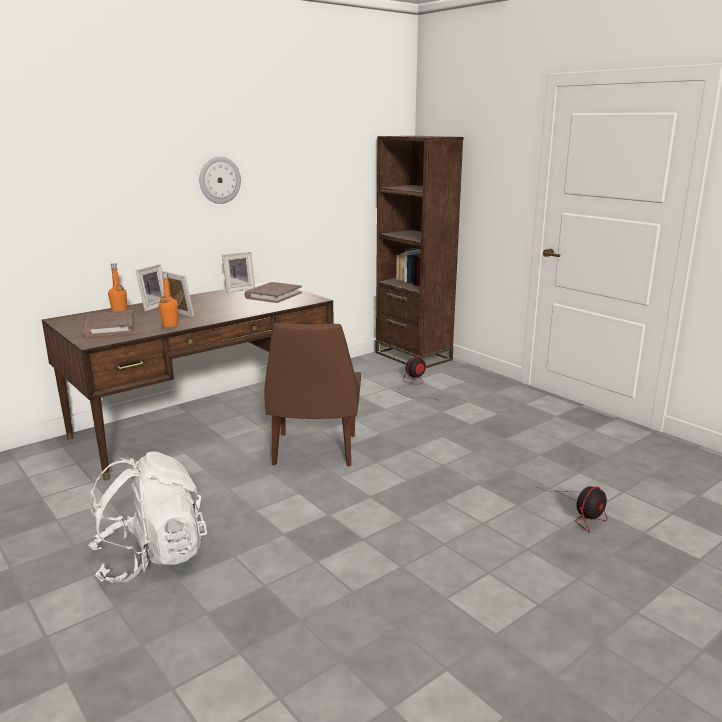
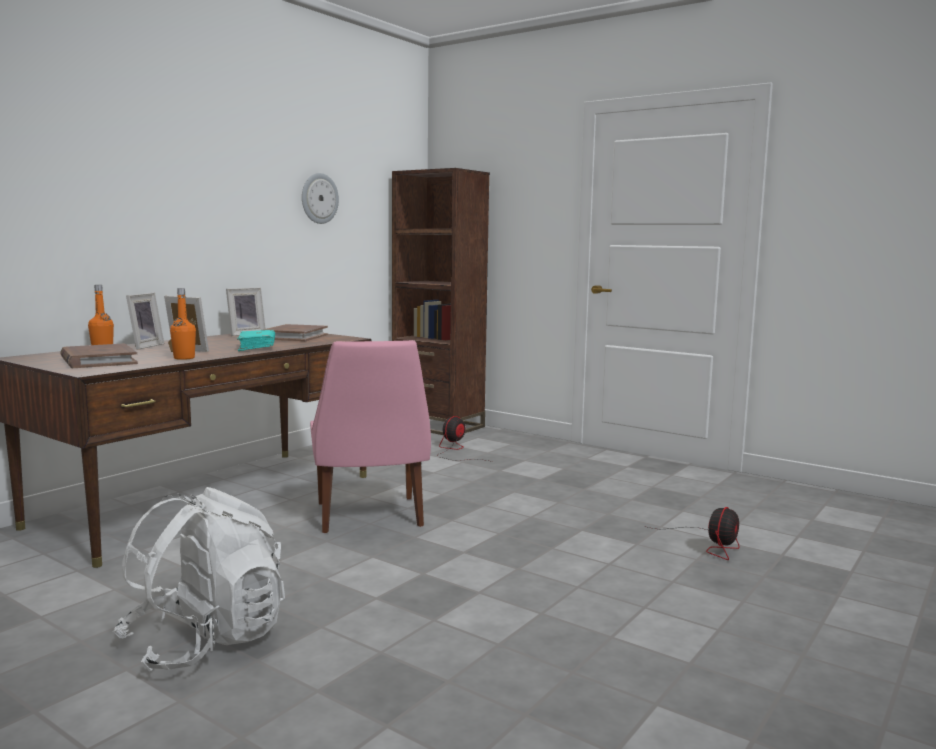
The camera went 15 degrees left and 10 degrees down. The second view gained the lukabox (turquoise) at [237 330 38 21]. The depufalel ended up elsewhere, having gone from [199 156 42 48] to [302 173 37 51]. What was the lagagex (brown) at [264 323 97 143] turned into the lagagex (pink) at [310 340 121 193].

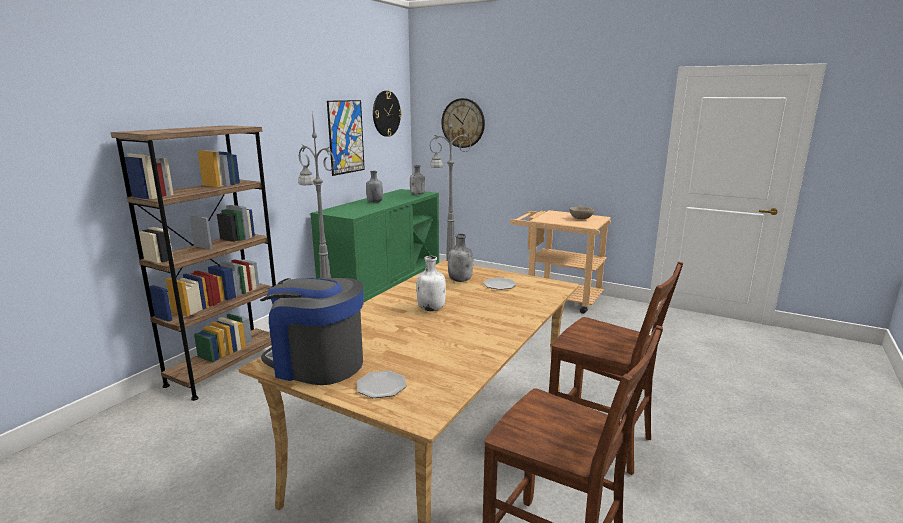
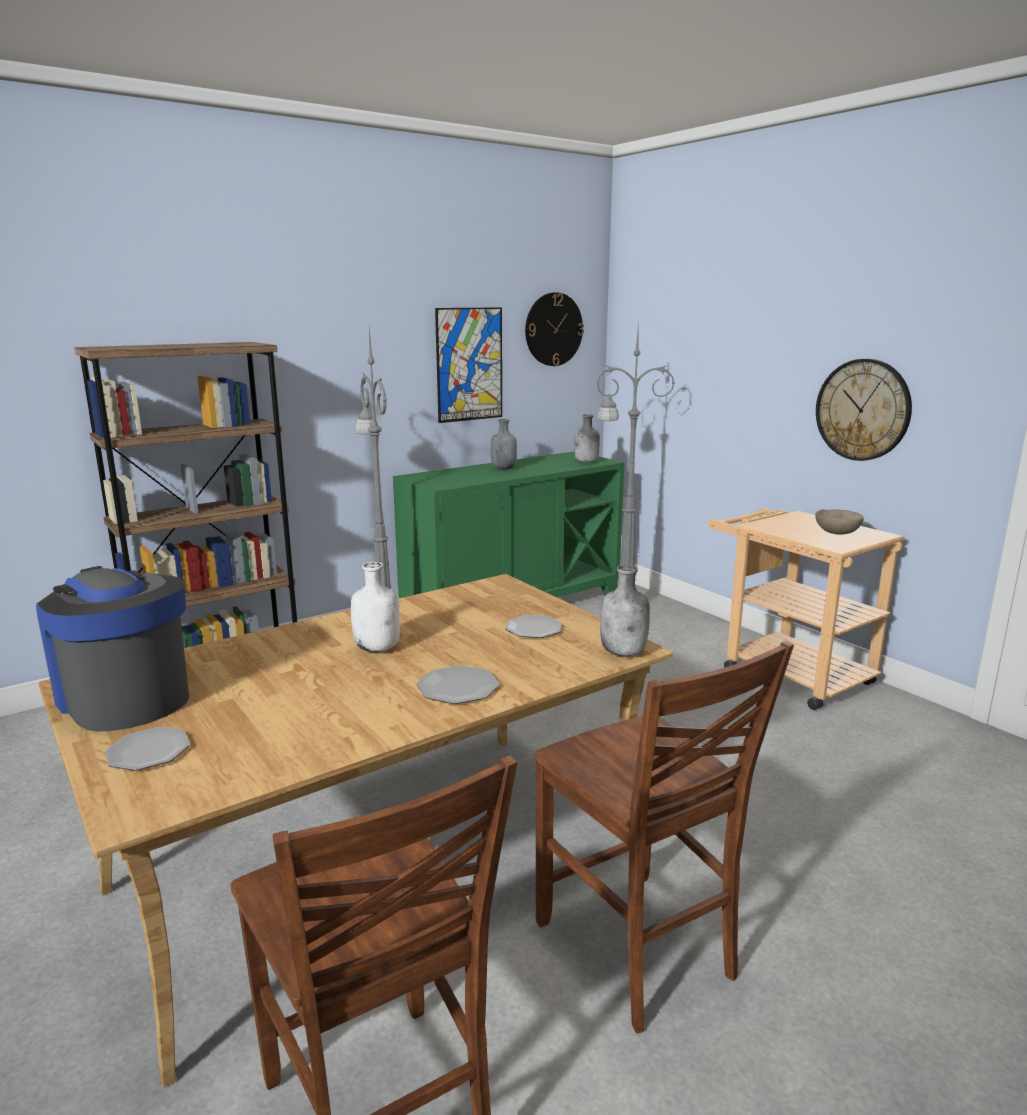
The camera went 25 degrees right and 0 degrees up. The second view gained the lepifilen at [417 665 82 39]. The depufalel ended up elsewhere, having gone from [441 98 44 50] to [816 359 96 102]. The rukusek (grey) ended up elsewhere, having gone from [448 234 25 48] to [600 565 50 91].

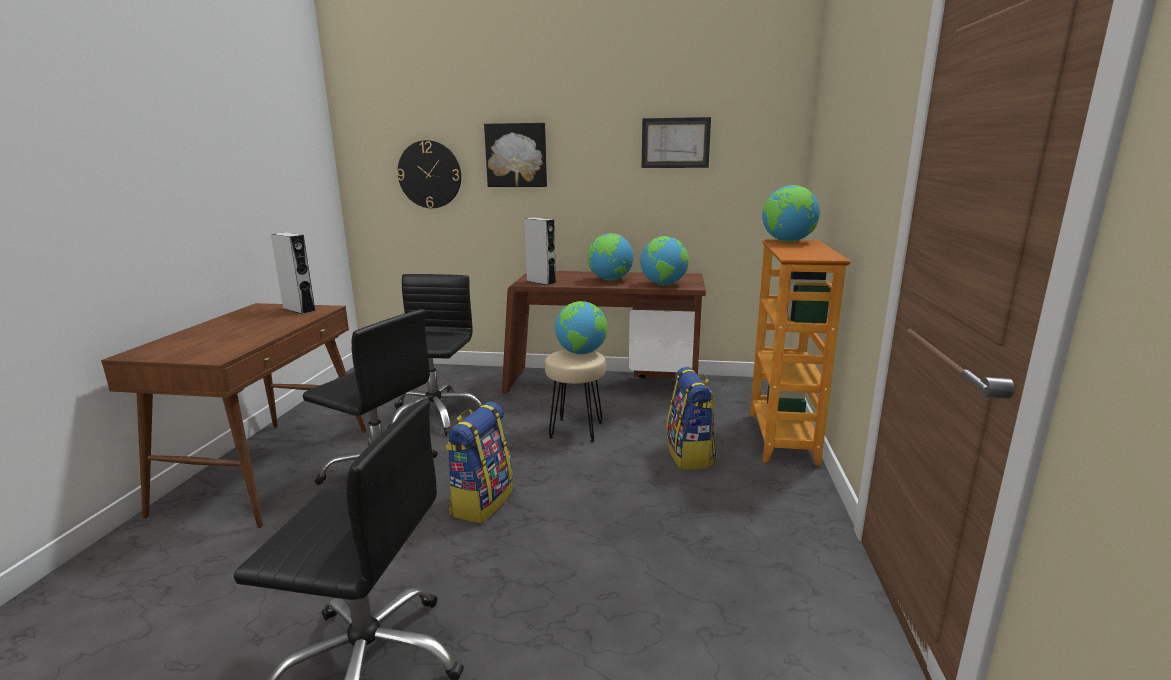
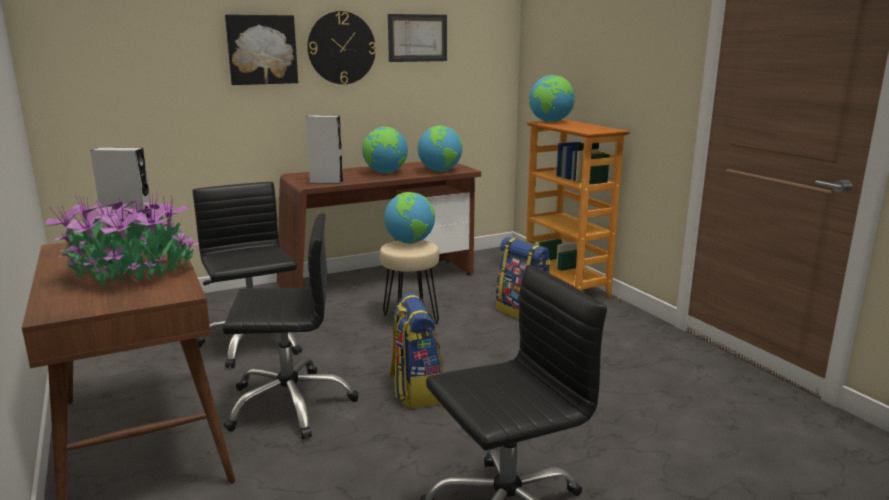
The camera went 35 degrees left and 0 degrees up. The second view gained the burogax at [44 190 155 97]. The depufalel ended up elsewhere, having gone from [397 140 64 68] to [307 11 69 73].

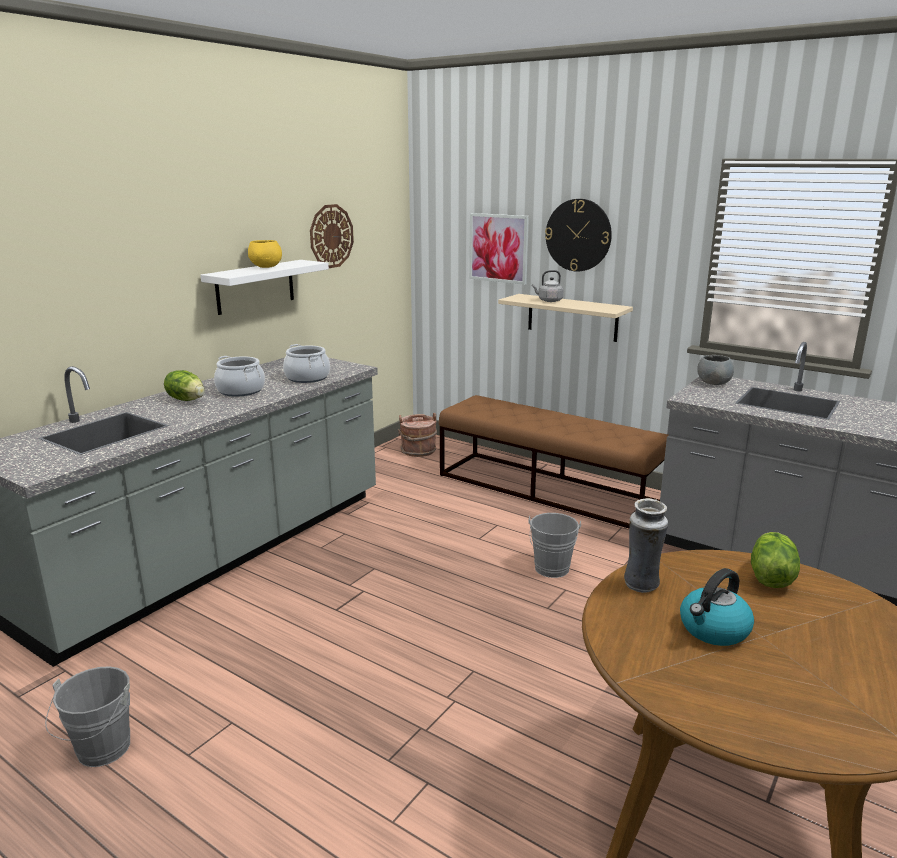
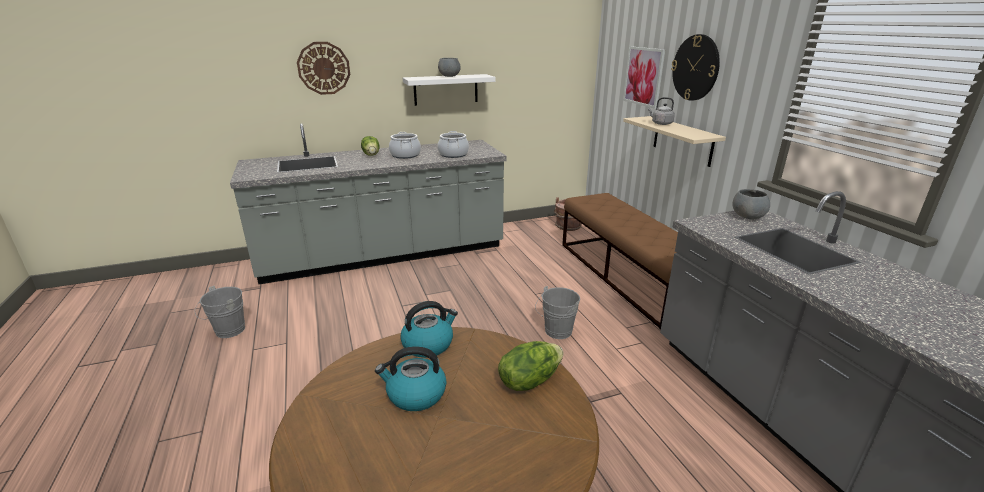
The camera went 35 degrees right and 5 degrees up. The depufalel ended up elsewhere, having gone from [310 204 44 64] to [297 42 53 53]. Where the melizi stood at [624 498 44 95], the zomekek came to stand at [400 301 58 57]. What was the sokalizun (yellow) at [248 240 34 28] turned into the sokalizun (grey) at [438 58 23 19].

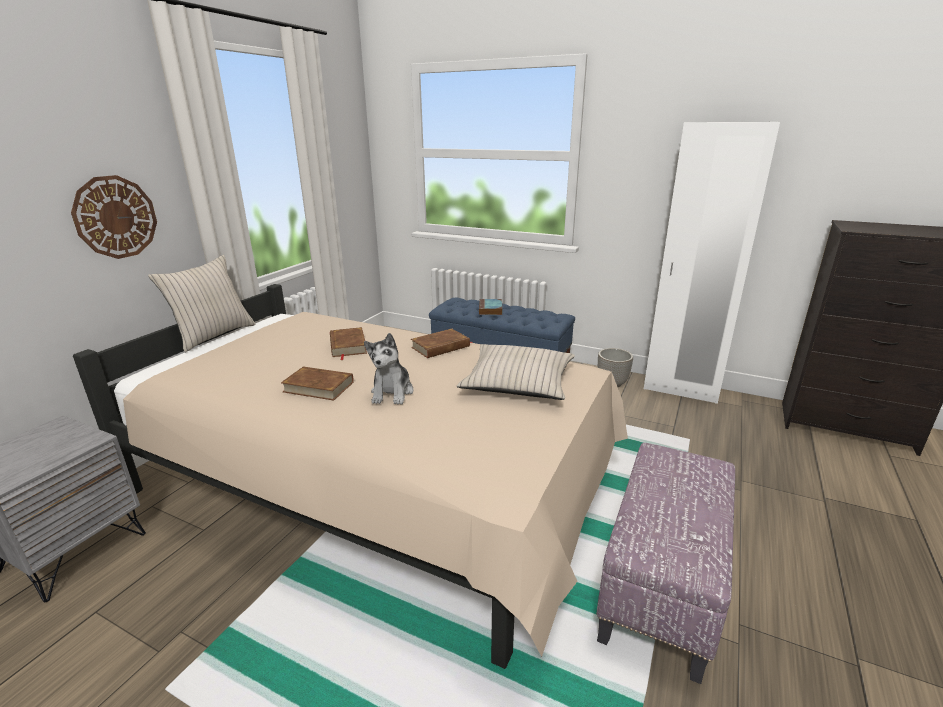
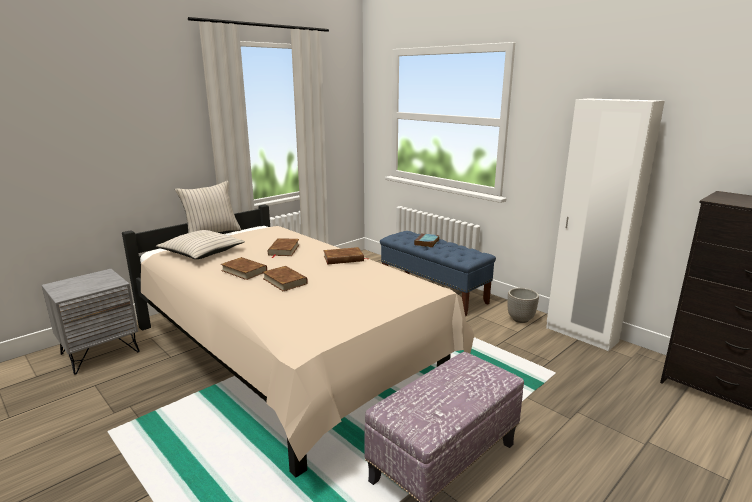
The camera went 20 degrees right and 5 degrees down. The second view lost the depufalel at [71 175 86 84]. The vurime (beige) ended up elsewhere, having gone from [457 344 118 56] to [156 230 89 29]. Where the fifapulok stood at [364 333 49 72], the lukabox (brown) came to stand at [263 266 45 25].

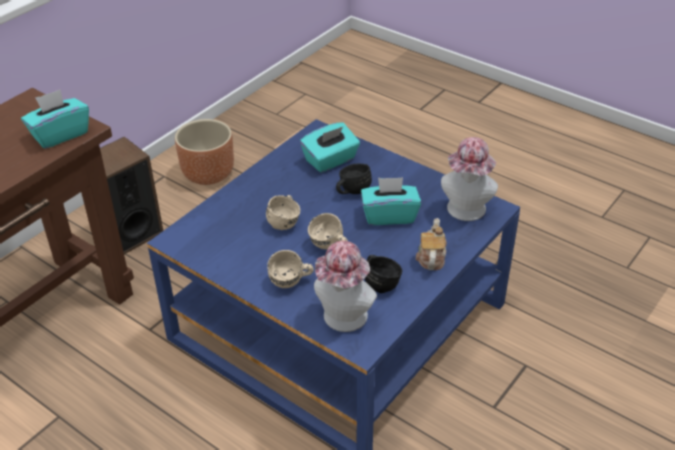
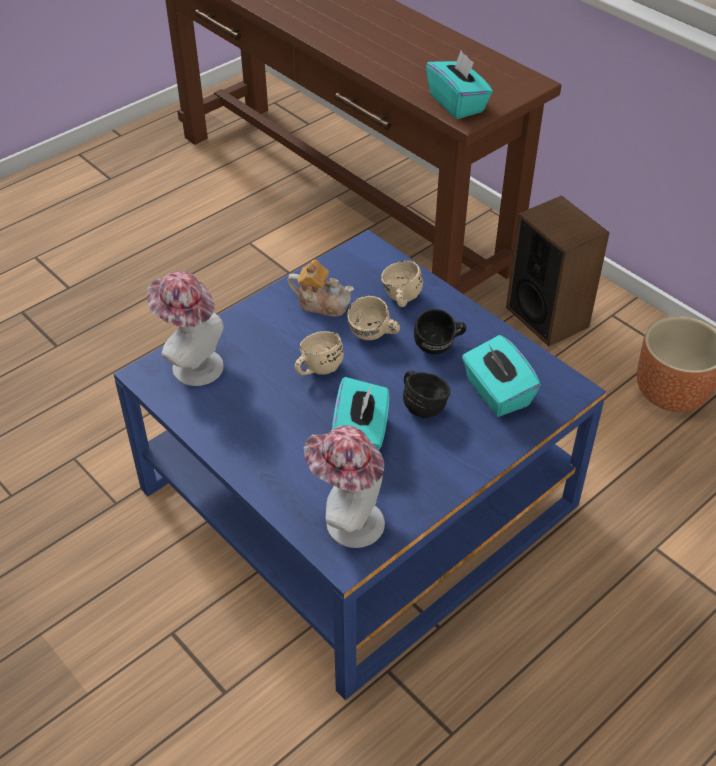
The camera went 100 degrees right and 5 degrees up. The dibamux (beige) ended up elsewhere, having gone from [267 250 47 38] to [381 260 42 47]. The dibamux (black) ended up elsewhere, having gone from [365 255 37 38] to [414 309 52 45]. The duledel ended up elsewhere, having gone from [416 218 31 52] to [287 260 67 57].

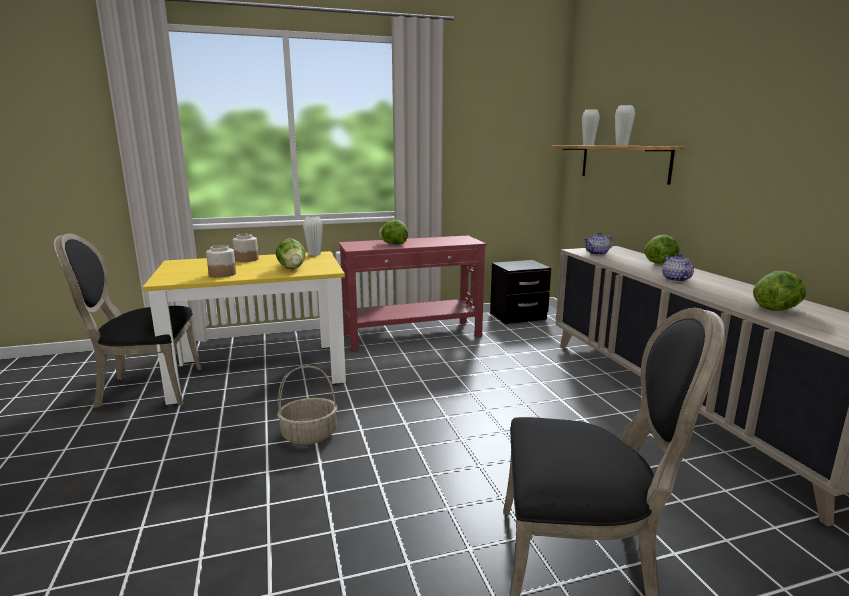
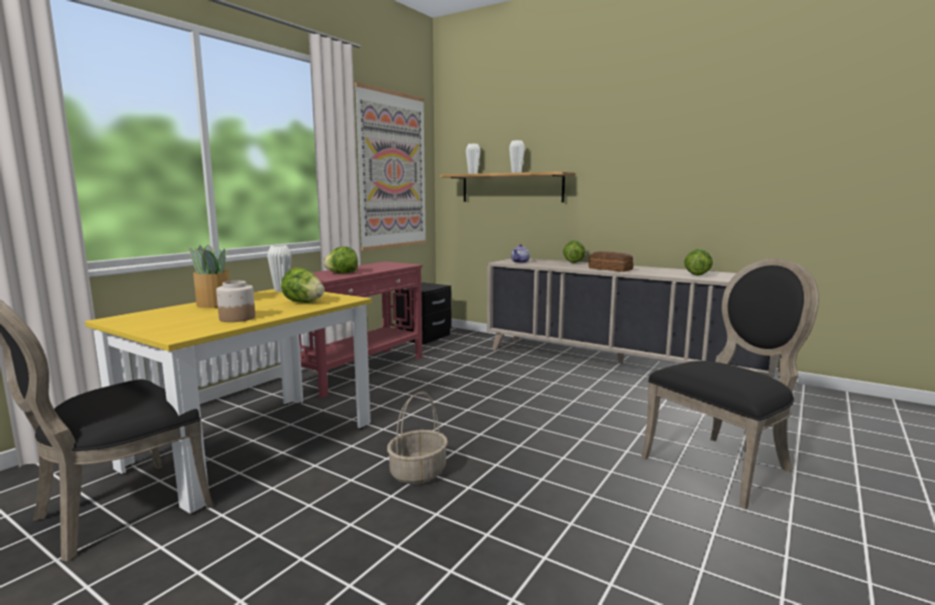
The camera went 40 degrees left and 5 degrees down. The second view gained the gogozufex at [354 82 72 169]. Where the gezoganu stood at [233 234 26 28], the burogax came to stand at [190 245 40 63]. Where the duledel stood at [662 253 32 29], the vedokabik came to stand at [589 251 44 21].

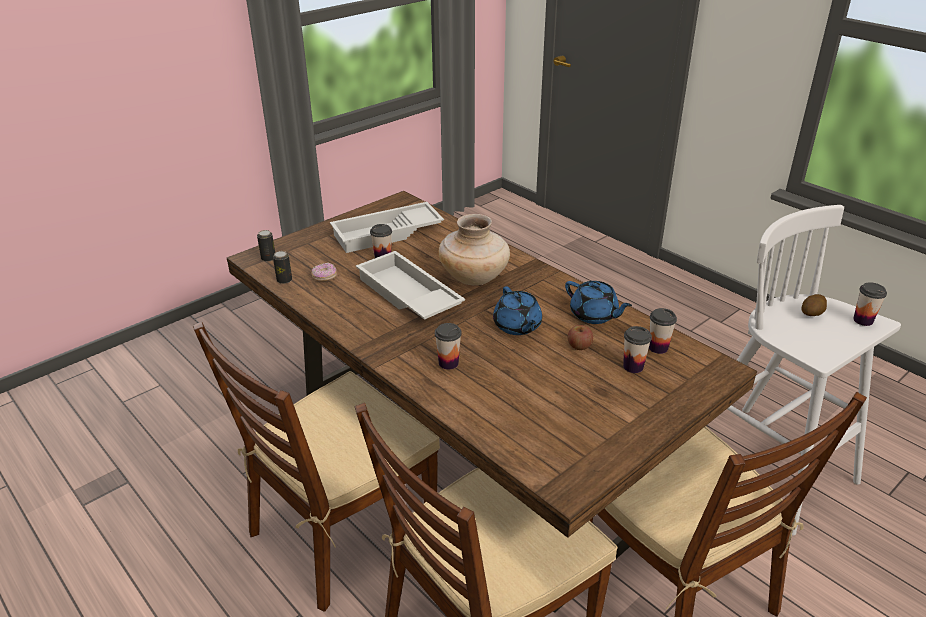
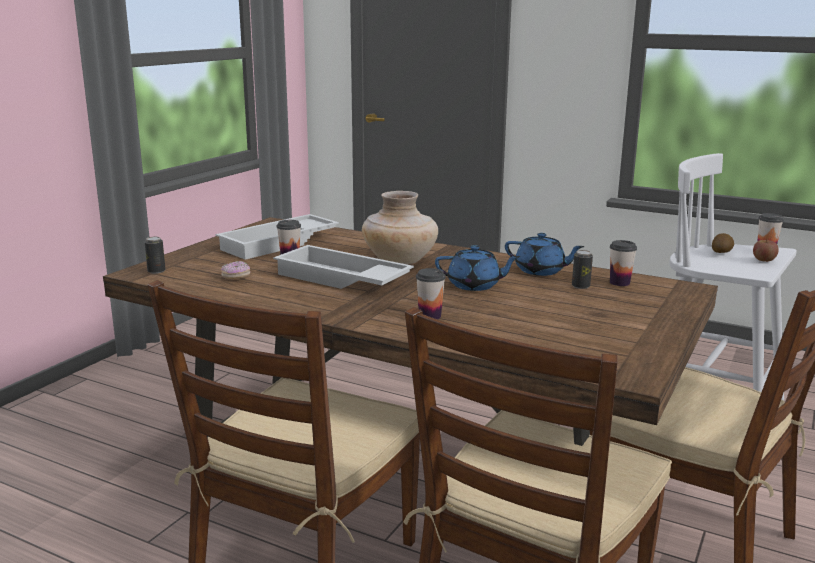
The camera went 20 degrees left and 15 degrees down. The second view lost the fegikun at [623 326 29 47]. The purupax ended up elsewhere, having gone from [273 251 19 33] to [572 250 21 39]. The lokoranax ended up elsewhere, having gone from [568 325 25 25] to [753 239 26 23]. The duledel (blue) at [493 286 49 49] ended up facing another way, 45 degrees counterclockwise from before.

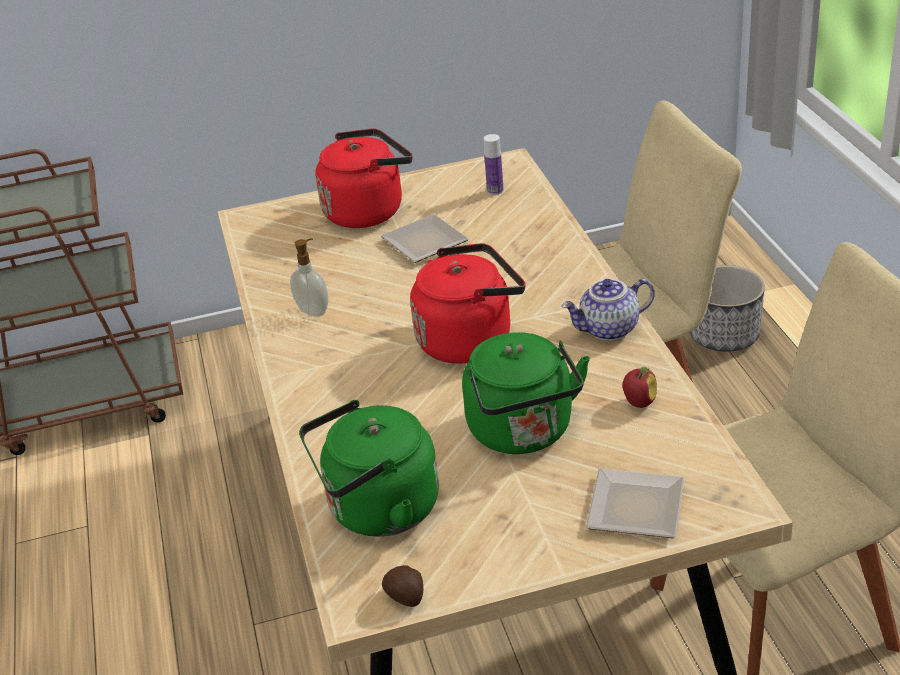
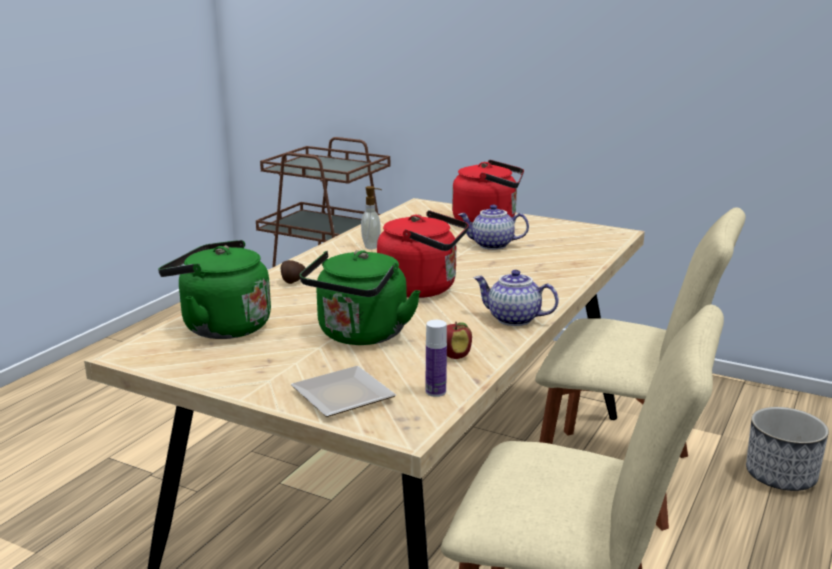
The camera went 40 degrees right and 15 degrees down. The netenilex ended up elsewhere, having gone from [382 565 41 42] to [281 260 24 24]. The rukusek ended up elsewhere, having gone from [484 134 20 61] to [426 320 21 77]. Where the lepifilen stood at [381 214 88 49], the duledel came to stand at [458 205 71 45].

